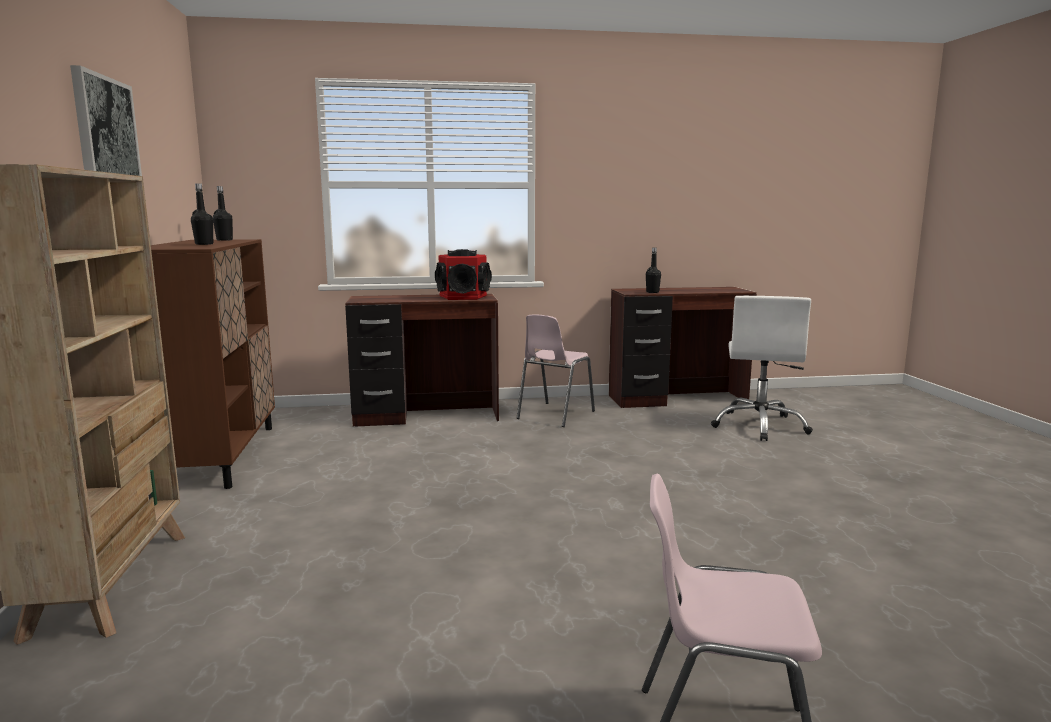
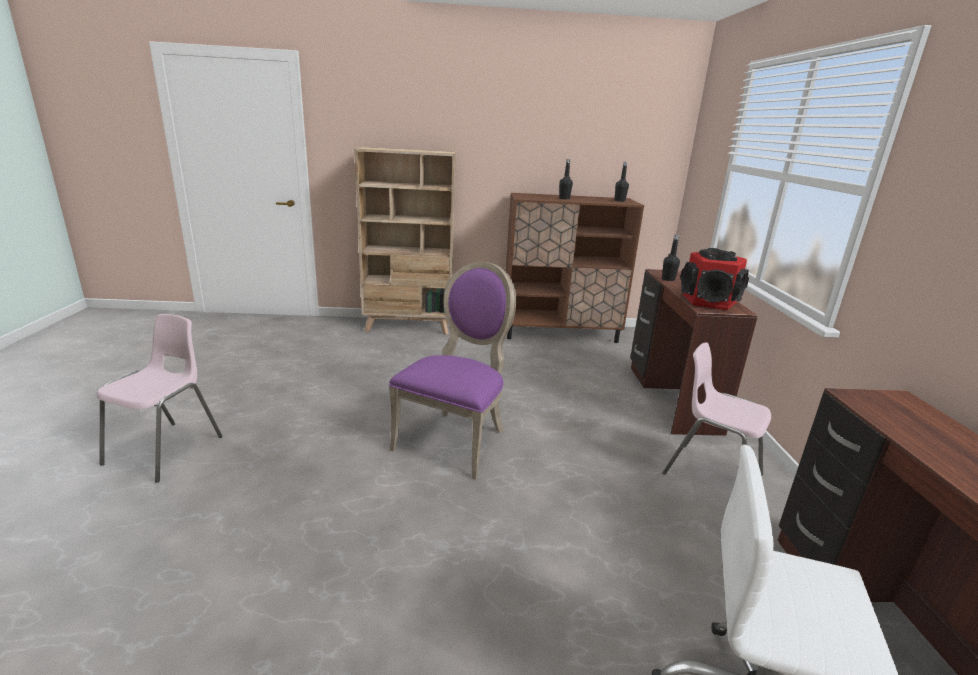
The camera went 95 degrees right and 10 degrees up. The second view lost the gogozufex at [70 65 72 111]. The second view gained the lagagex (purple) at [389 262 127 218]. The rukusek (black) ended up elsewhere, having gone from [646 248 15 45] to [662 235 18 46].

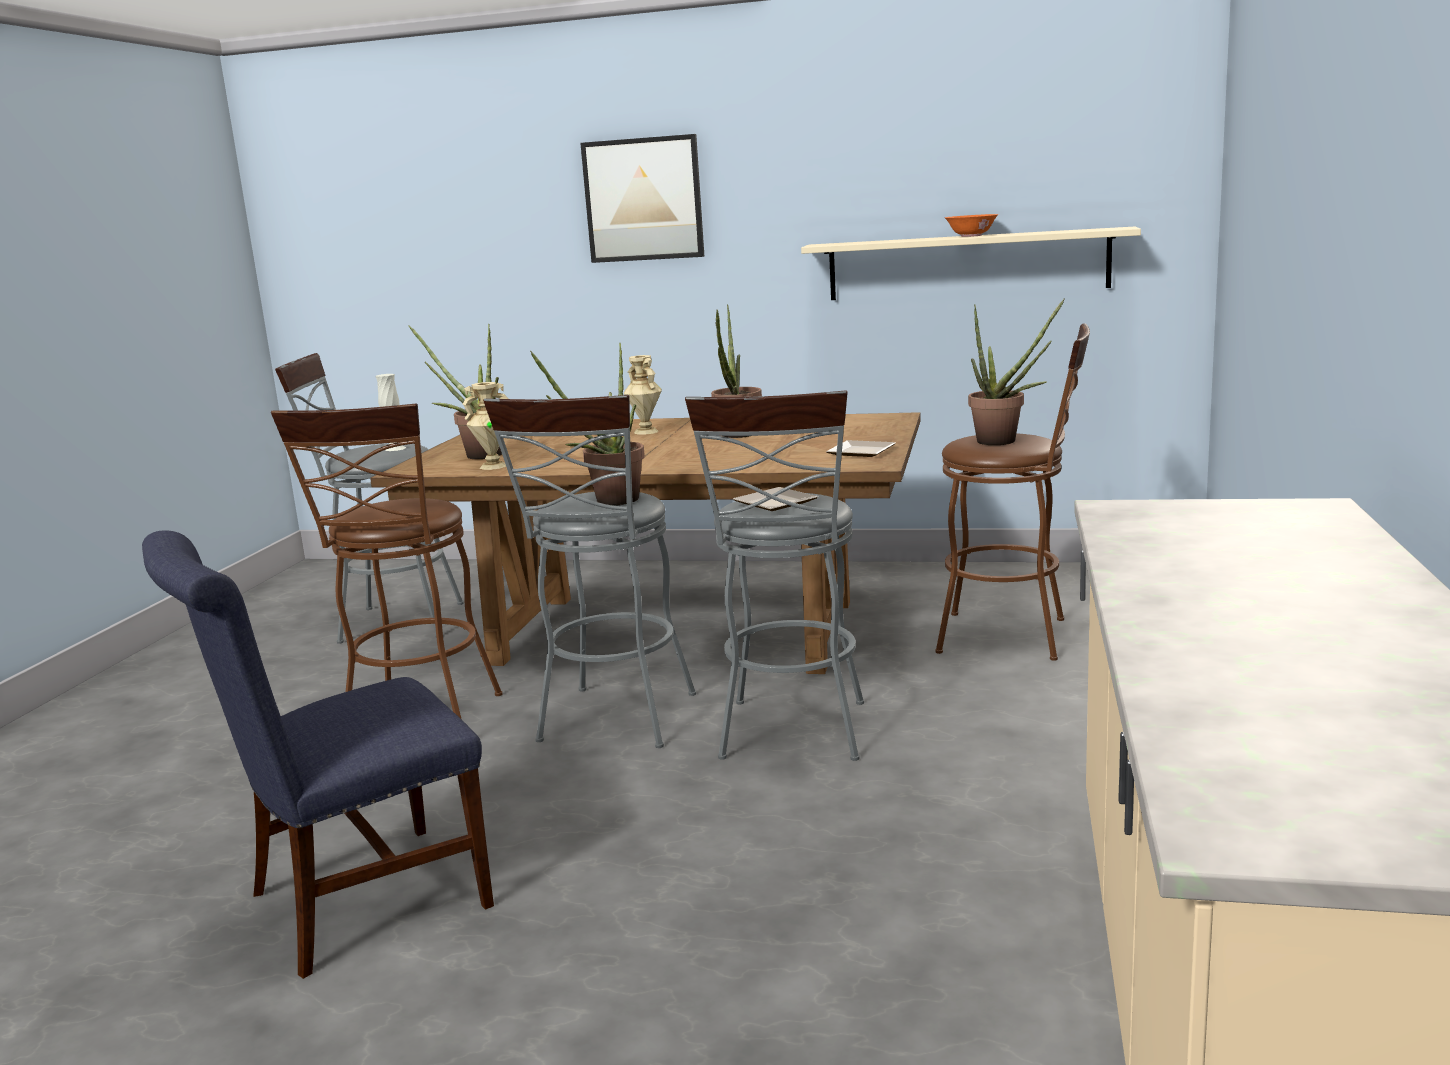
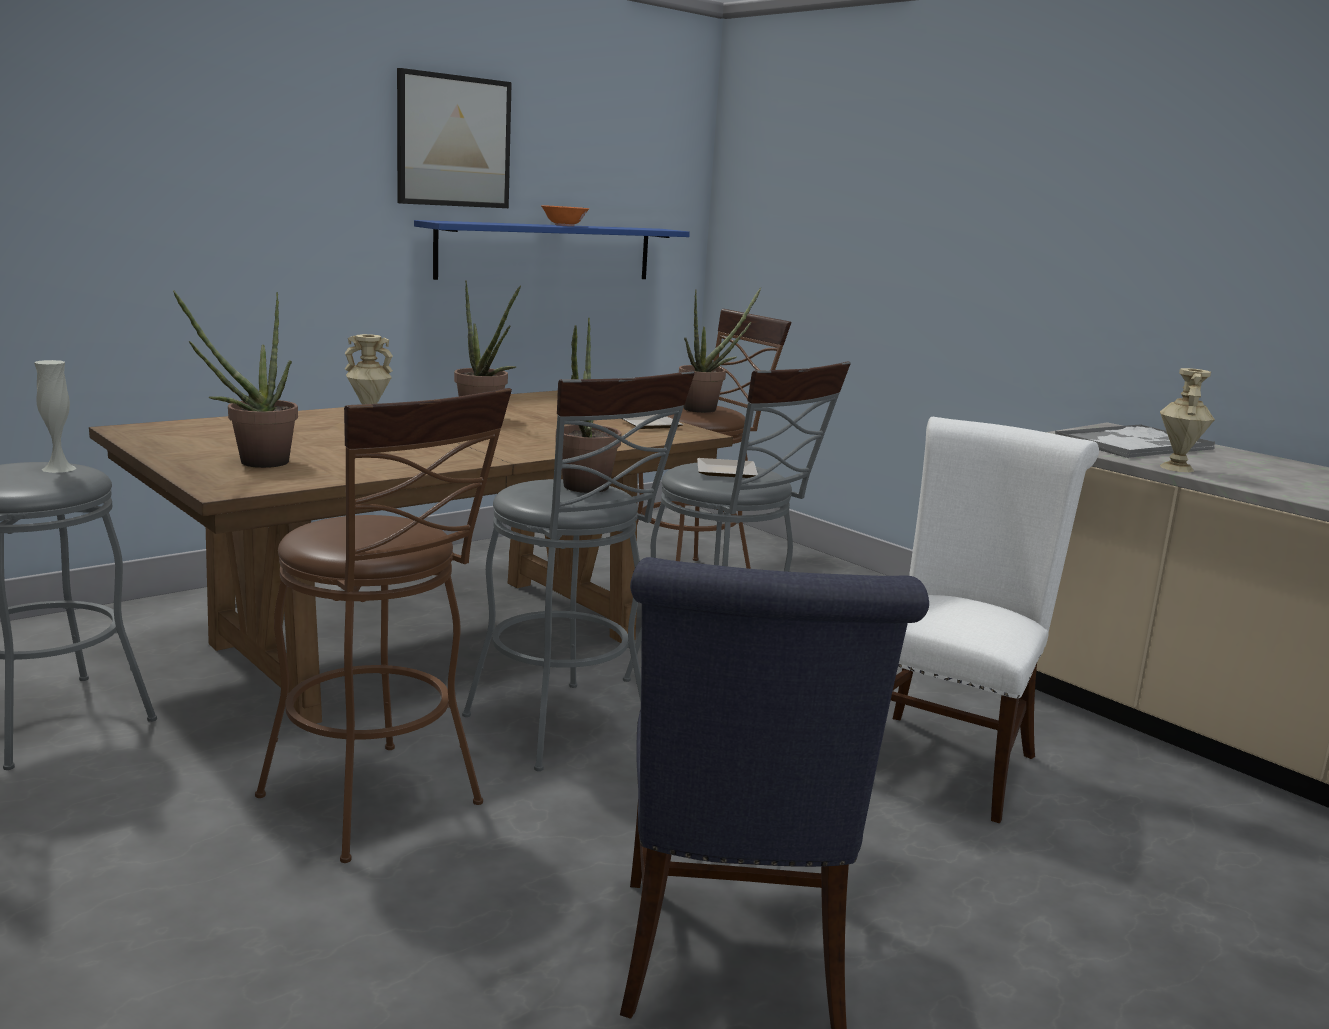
The camera went 55 degrees left and 0 degrees up. The second view gained the lagagex (white) at [891 417 208 406]. The second view gained the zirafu at [1055 424 160 34]. The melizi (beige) ended up elsewhere, having gone from [462 382 46 88] to [1160 368 55 104]. The gogozufex ended up elsewhere, having gone from [580 134 124 129] to [397 68 115 140]. What was the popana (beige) at [801 226 340 74] turned into the popana (blue) at [414 220 276 60].

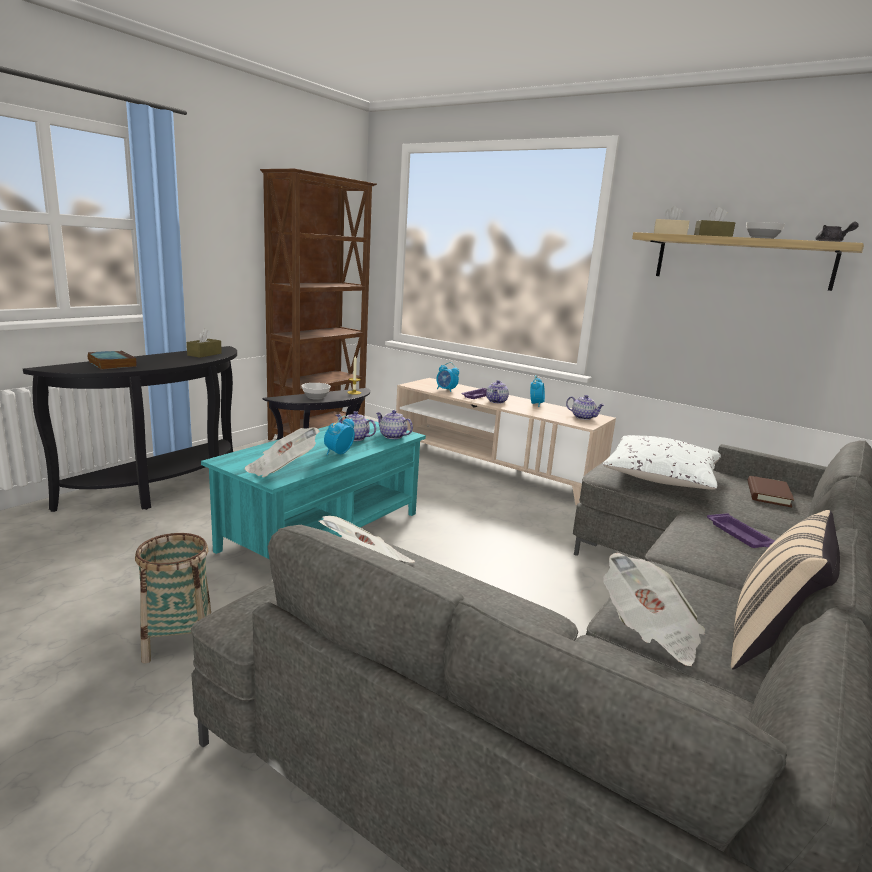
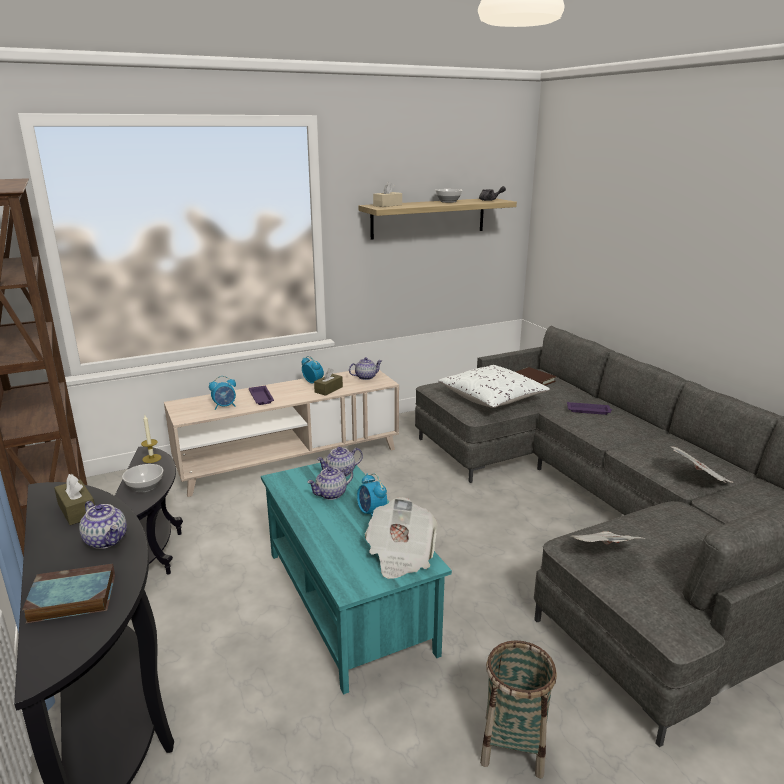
The camera went 60 degrees left and 5 degrees up. The second view lost the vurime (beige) at [731 510 109 160]. The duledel ended up elsewhere, having gone from [486 380 23 24] to [79 501 48 48]. The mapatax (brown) ended up elsewhere, having gone from [694 207 41 30] to [314 368 29 28].

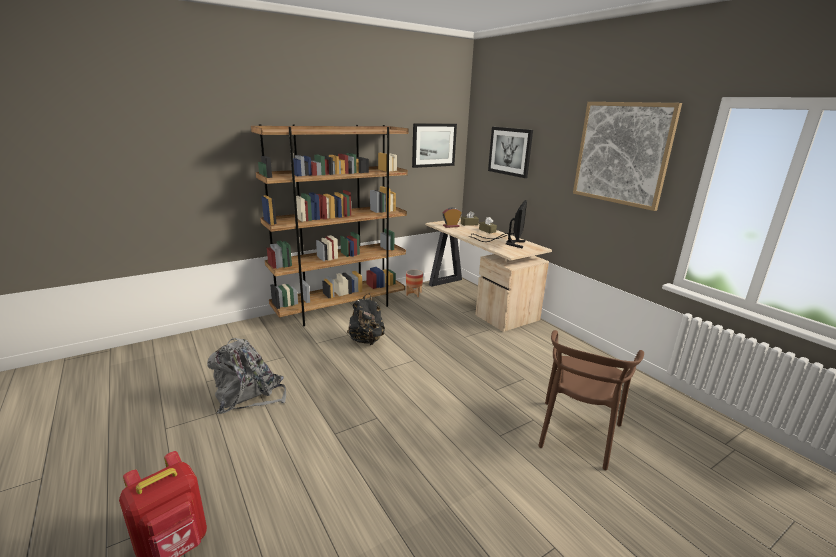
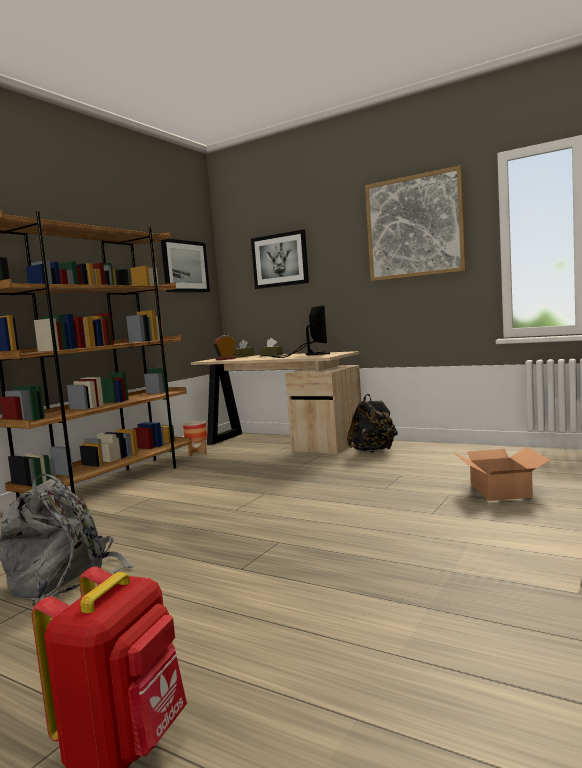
The camera went 25 degrees left and 15 degrees down. The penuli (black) ended up elsewhere, having gone from [347 294 38 51] to [347 394 51 58]. Where the lagagex (brown) stood at [538 330 106 140], the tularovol came to stand at [453 447 97 54].

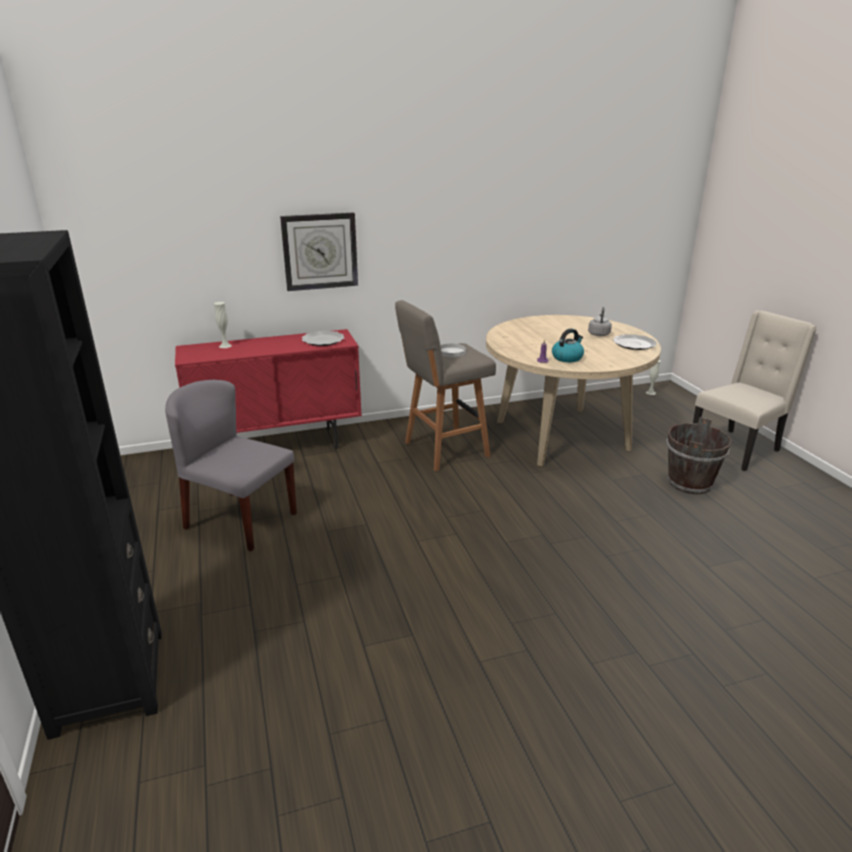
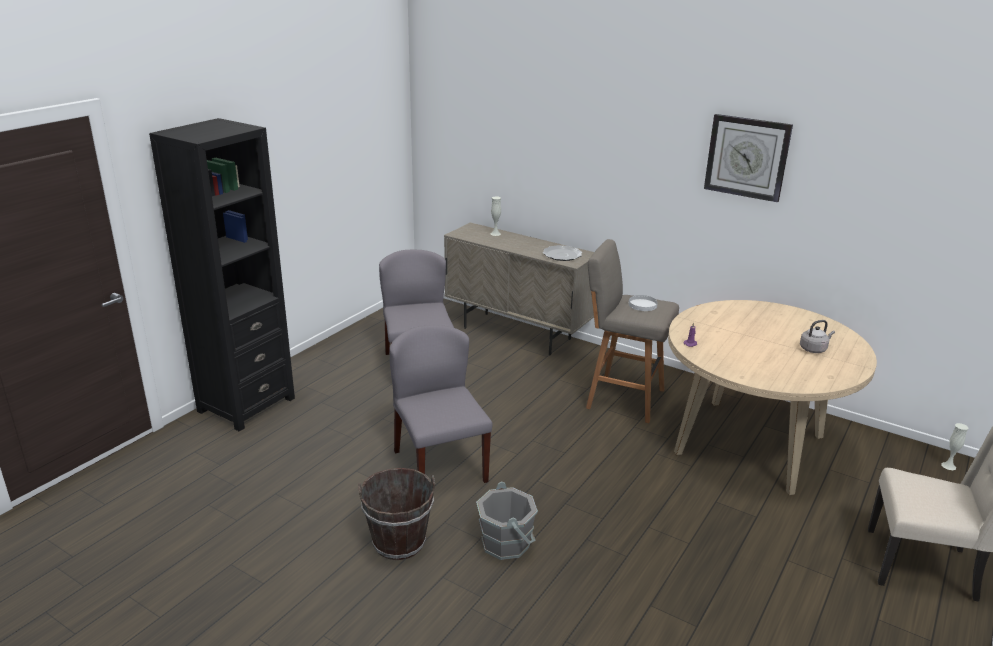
The camera went 50 degrees right and 0 degrees up. The second view lost the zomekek at [552 328 32 34]. The second view lost the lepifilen at [613 334 44 16]. The second view gained the lagagex (grey) at [390 325 102 158]. The second view gained the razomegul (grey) at [476 481 62 79]. The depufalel ended up elsewhere, having gone from [280 212 78 79] to [704 114 89 89]. The razomegul (brown) ended up elsewhere, having gone from [667 417 65 77] to [358 468 77 92]. What was the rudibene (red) at [175 329 187 120] turned into the rudibene (beige) at [444 222 150 134].

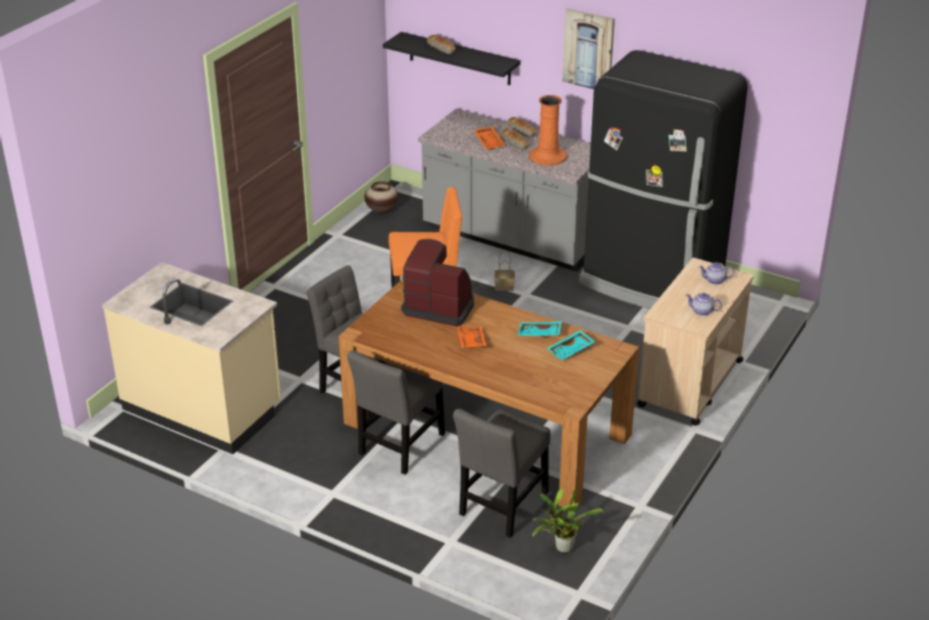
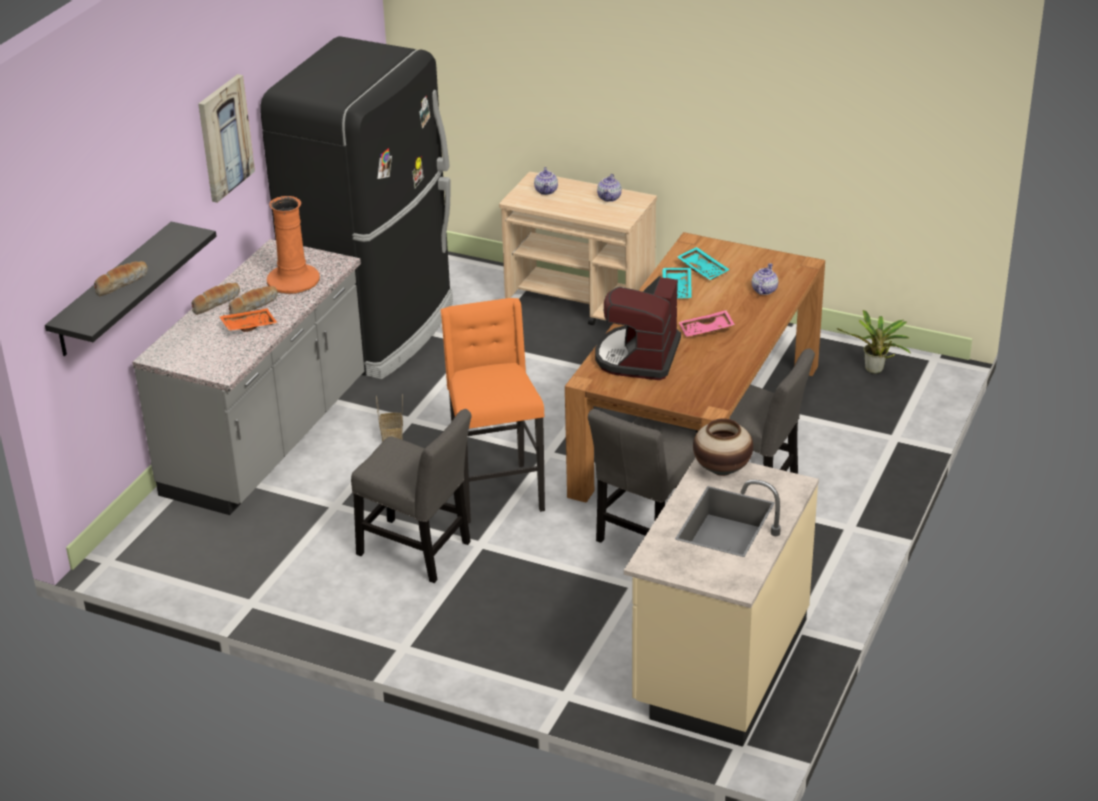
The camera went 95 degrees left and 0 degrees up. The second view gained the duledel at [752 263 26 32]. The melizi ended up elsewhere, having gone from [364 181 34 33] to [693 419 60 57]. The lagagex (grey) ended up elsewhere, having gone from [453 409 97 129] to [351 409 121 174]. What was the zirafu (orange) at [457 326 30 22] turned into the zirafu (pink) at [679 310 56 27].

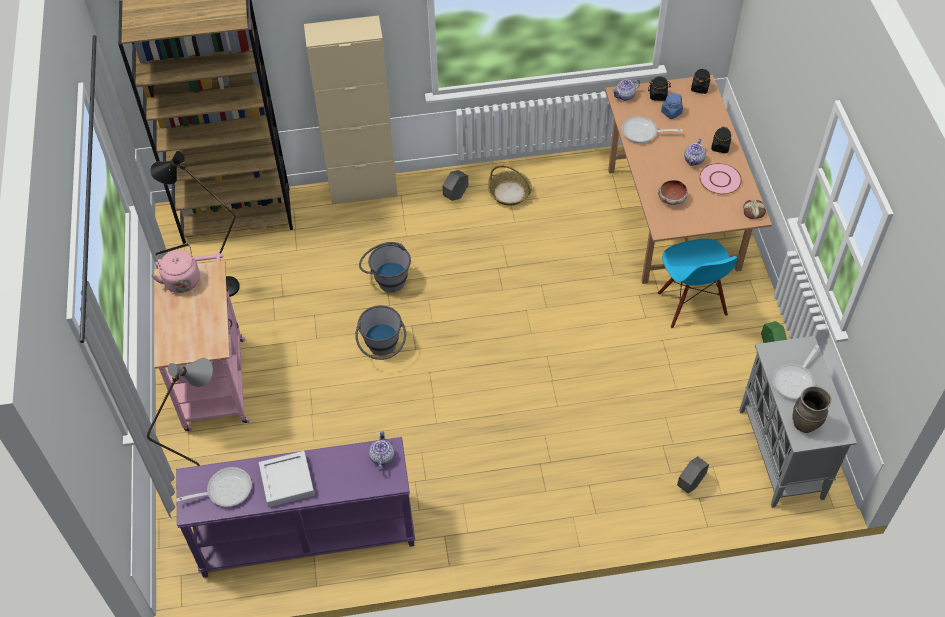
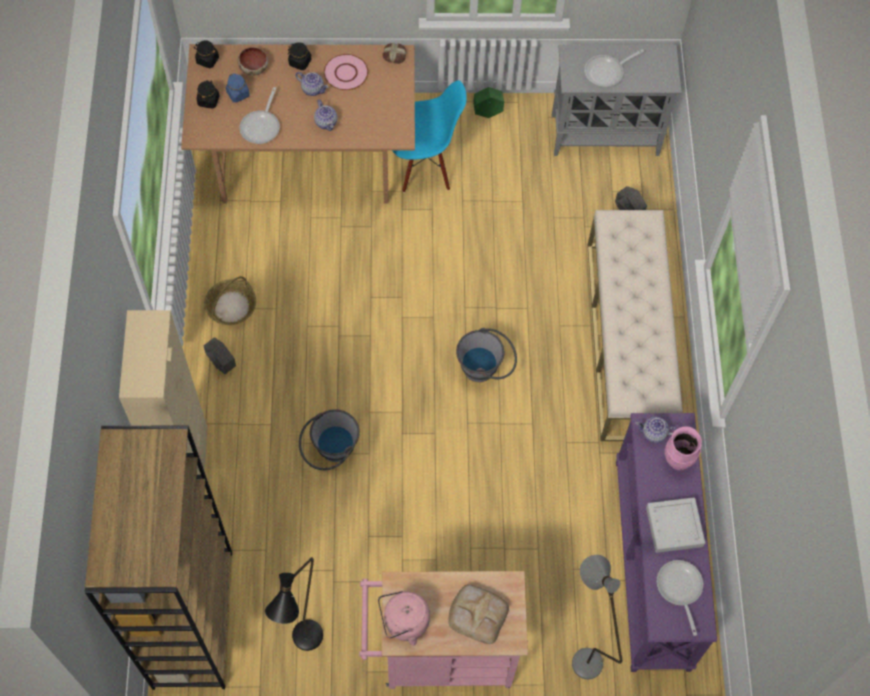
The camera went 85 degrees left and 10 degrees up. The second view lost the melizi (brown) at [792 386 39 47]. The second view gained the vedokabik at [448 584 61 60]. The second view gained the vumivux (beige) at [587 210 96 231]. The second view gained the melizi (pink) at [664 427 38 44]. The razomegul (grey) ended up elsewhere, having gone from [355 305 51 55] to [456 328 61 54]. The duledel ended up elsewhere, having gone from [612 79 28 22] to [314 100 24 31]. The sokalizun ended up elsewhere, having gone from [658 180 30 25] to [238 47 30 29]. The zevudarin at [772 345 47 54] ended up facing another way, 105 degrees clockwise from before.

